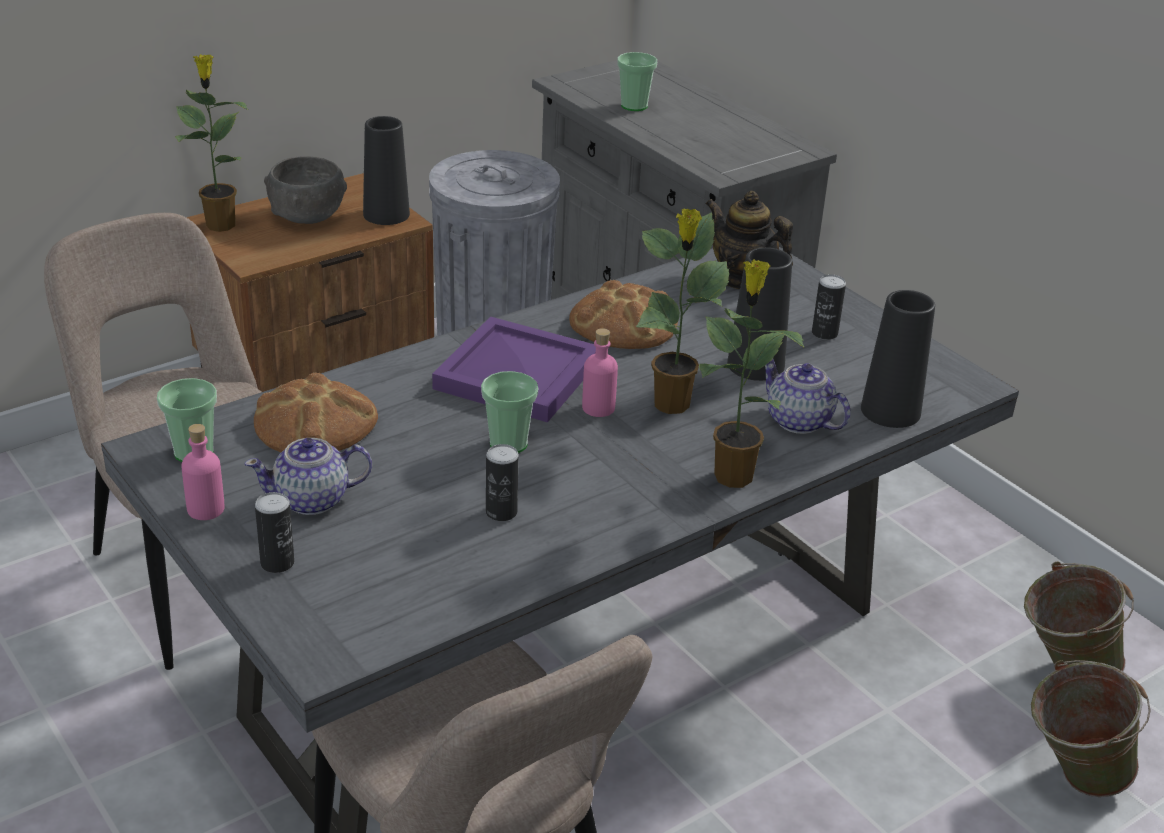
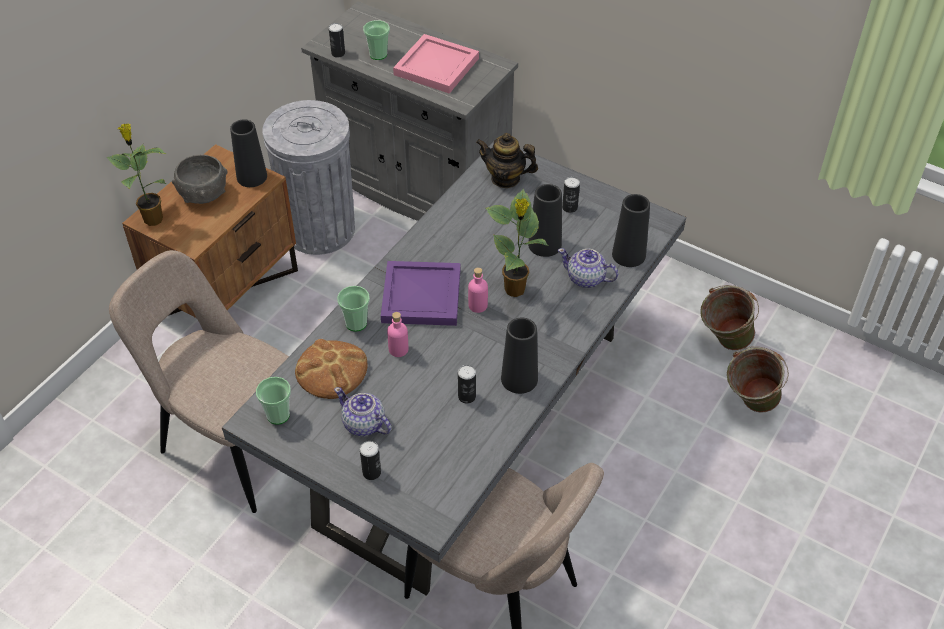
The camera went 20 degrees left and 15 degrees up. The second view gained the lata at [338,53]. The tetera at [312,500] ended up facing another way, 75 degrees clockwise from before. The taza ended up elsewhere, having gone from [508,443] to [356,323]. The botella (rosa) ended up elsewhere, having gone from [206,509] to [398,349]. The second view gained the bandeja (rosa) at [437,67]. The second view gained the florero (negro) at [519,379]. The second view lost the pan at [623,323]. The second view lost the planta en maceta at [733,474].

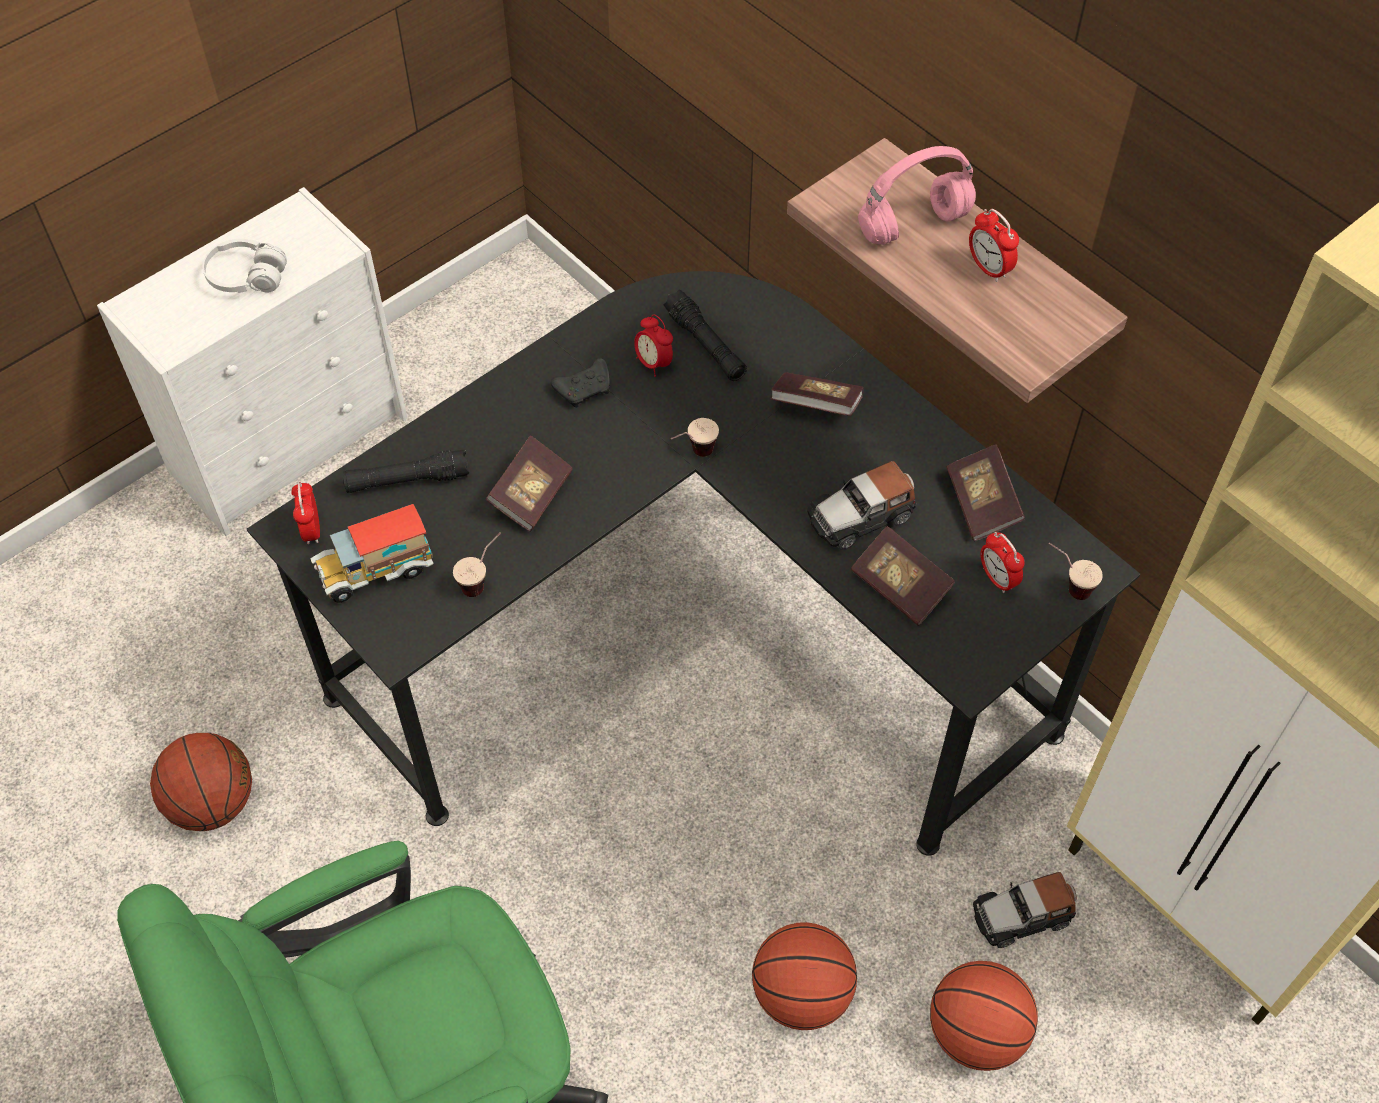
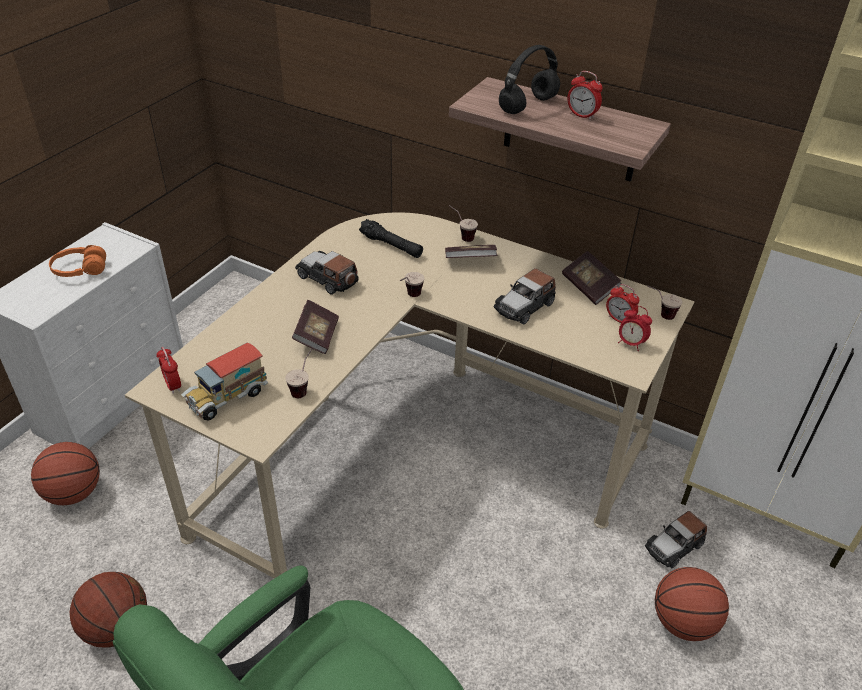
The camera went 20 degrees left and 15 degrees down. The balón de baloncesto ended up elsewhere, having gone from [801,993] to [74,493]. What was the auriculares (blanco) at [247,277] turned into the auriculares (naranja) at [80,270]. What was the escritorio (negro) at [694,644] turned into the escritorio (beis) at [413,449]. Where the mando de consola (negro) stood at [585,389], the coche de juguete came to stand at [328,278]. The second view gained the taza at [461,236]. What was the auriculares (rosa) at [915,224] turned into the auriculares (negro) at [528,105]. The despertador ended up elsewhere, having gone from [653,363] to [630,343]. The second view lost the linterna (negro) at [407,480]. The second view lost the libro at [900,586].

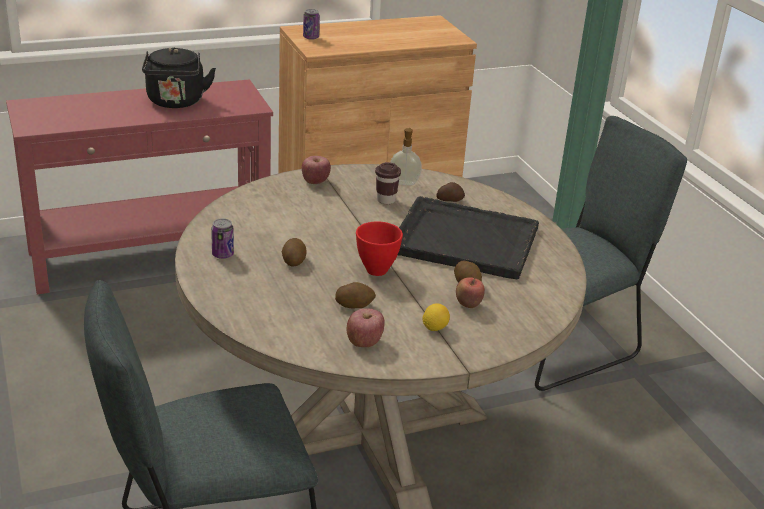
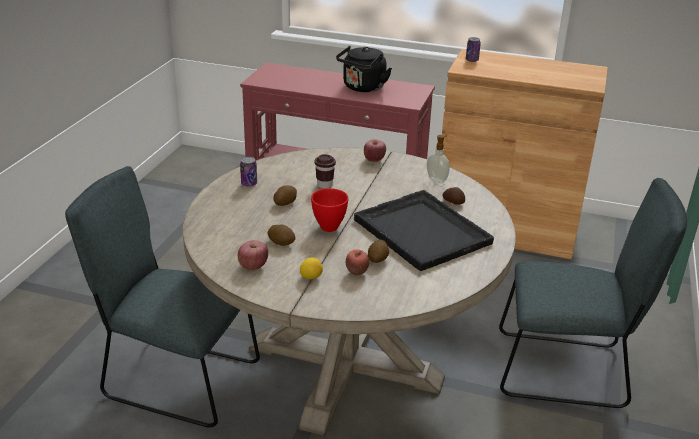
The camera went 40 degrees right and 0 degrees up. The taza (marrón) ended up elsewhere, having gone from [386,200] to [324,185].

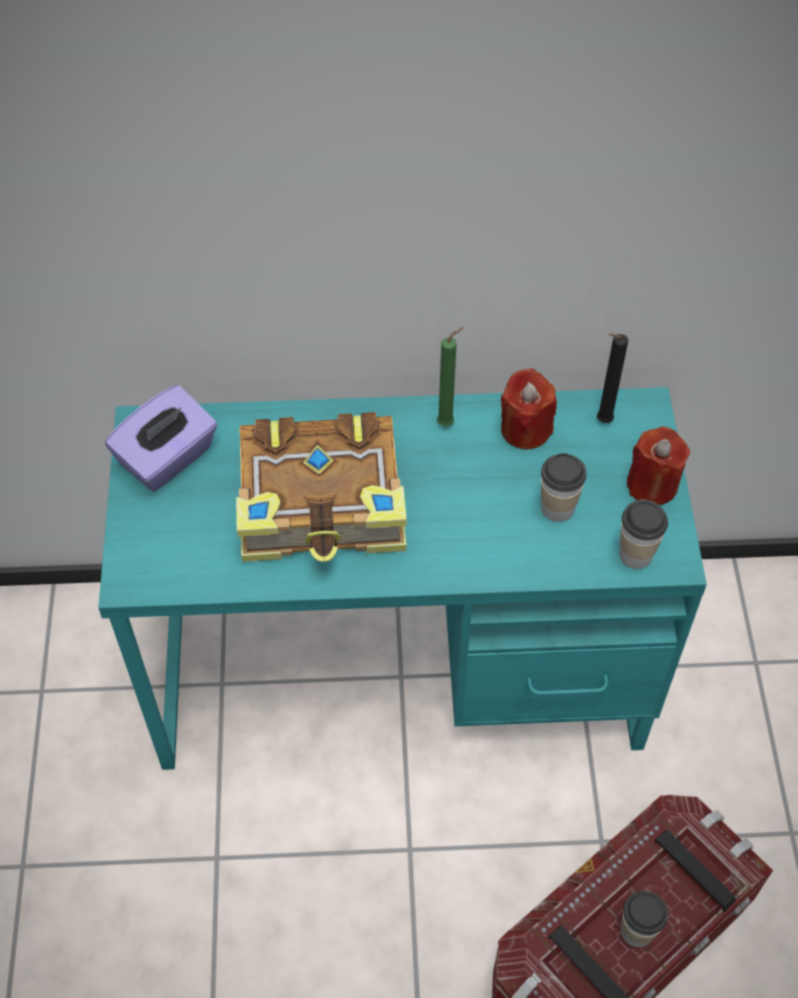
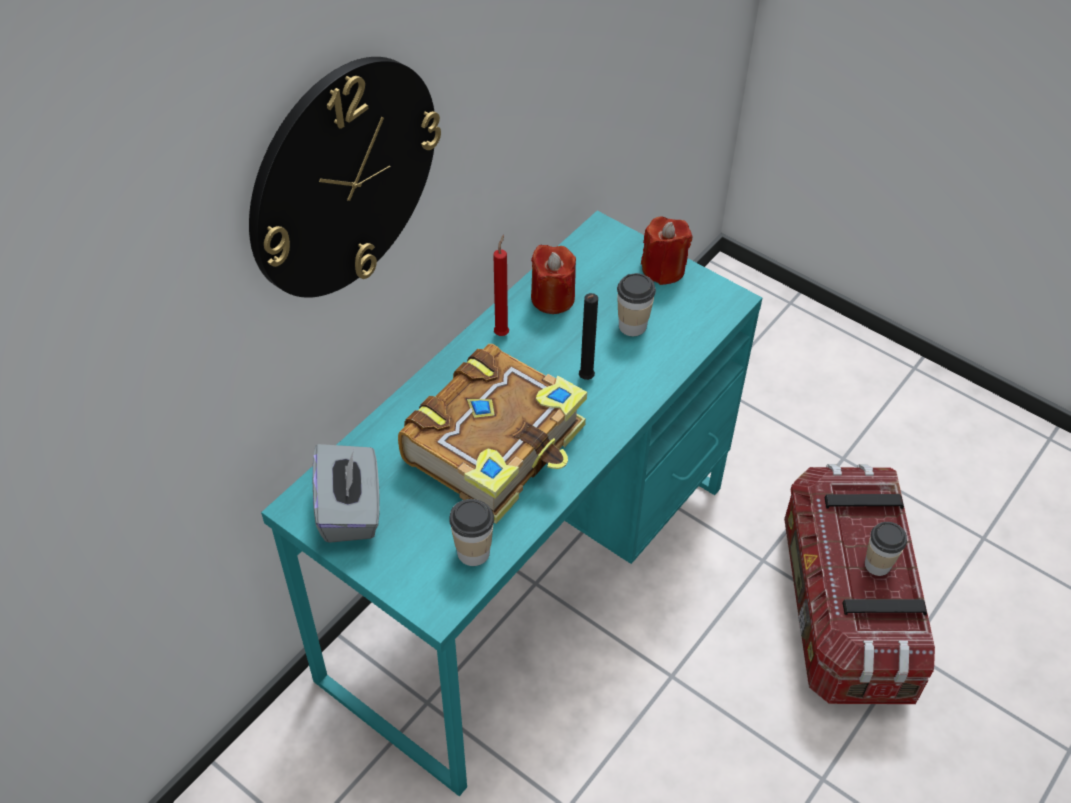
The camera went 50 degrees left and 5 degrees down. The second view gained the reloj de pared at [343,178]. What was the caja de pañuelos (morado) at [168,458] turned into the caja de pañuelos (gris) at [350,510]. The taza ended up elsewhere, having gone from [635,554] to [473,552]. What was the vela (verde) at [448,423] turned into the vela (rojo) at [502,333]. The vela (negro) ended up elsewhere, having gone from [601,421] to [585,380].

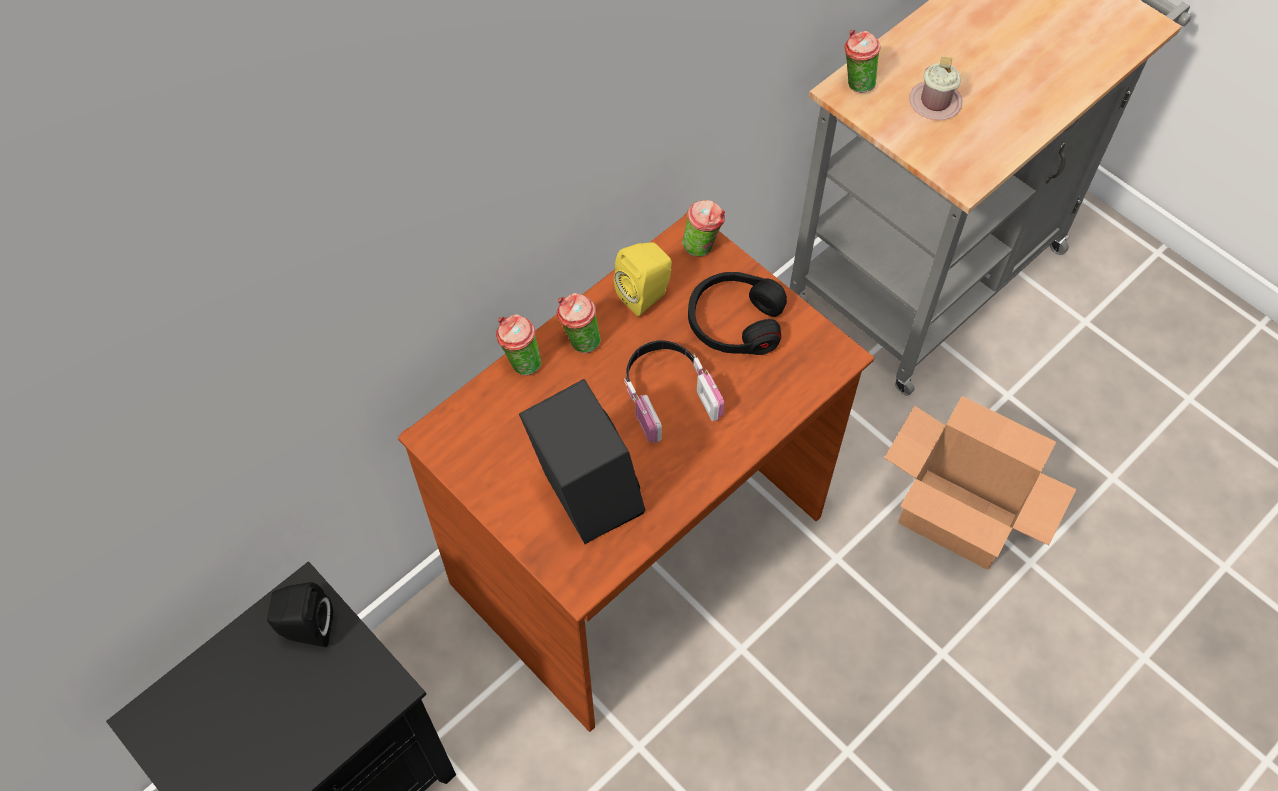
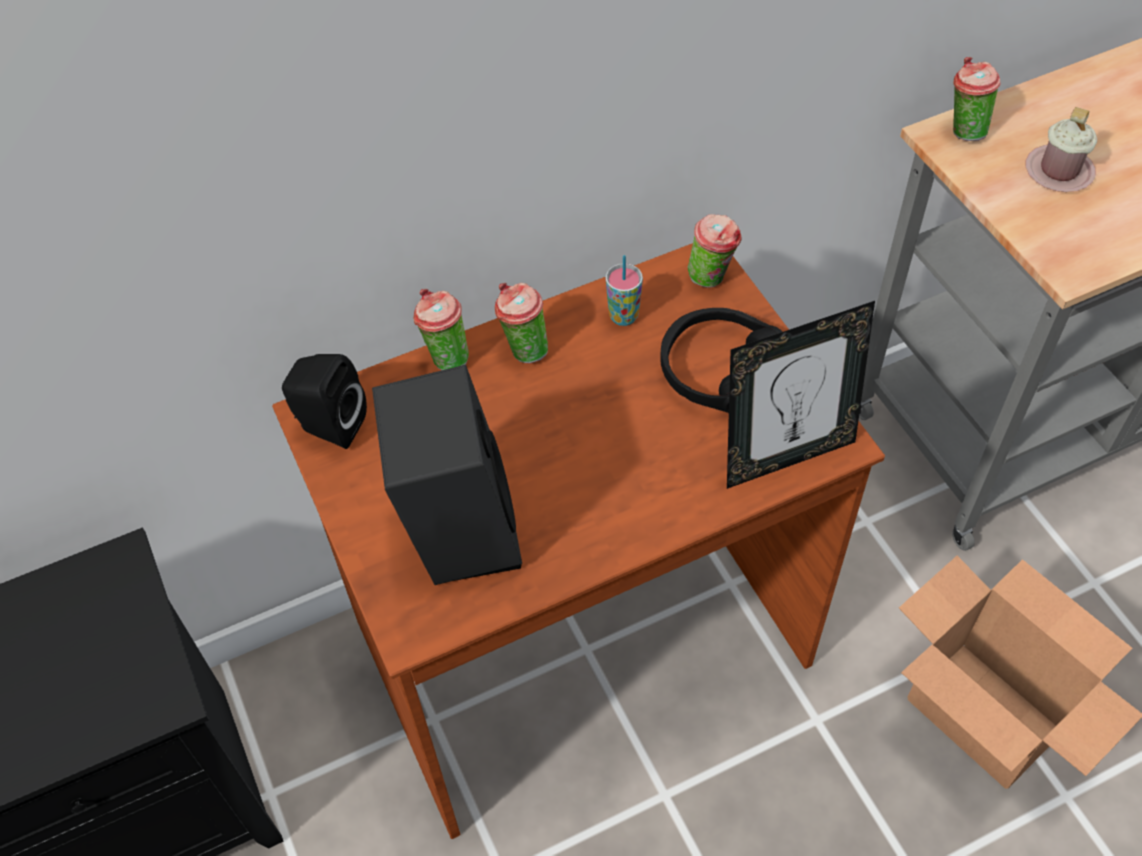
The camera went 20 degrees right and 5 degrees down. The altavoz (negro) ended up elsewhere, having gone from [305,629] to [328,426]. Where the altavoz (amarillo) stood at [646,295], the taza came to stand at [623,316]. The second view gained the portarretratos at [786,456]. The second view lost the auriculares at [667,394].

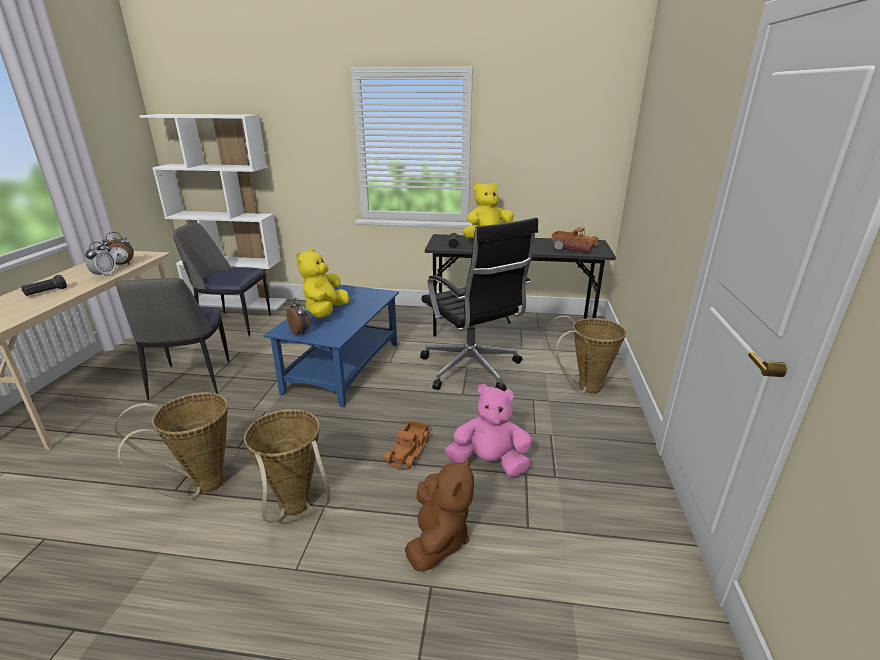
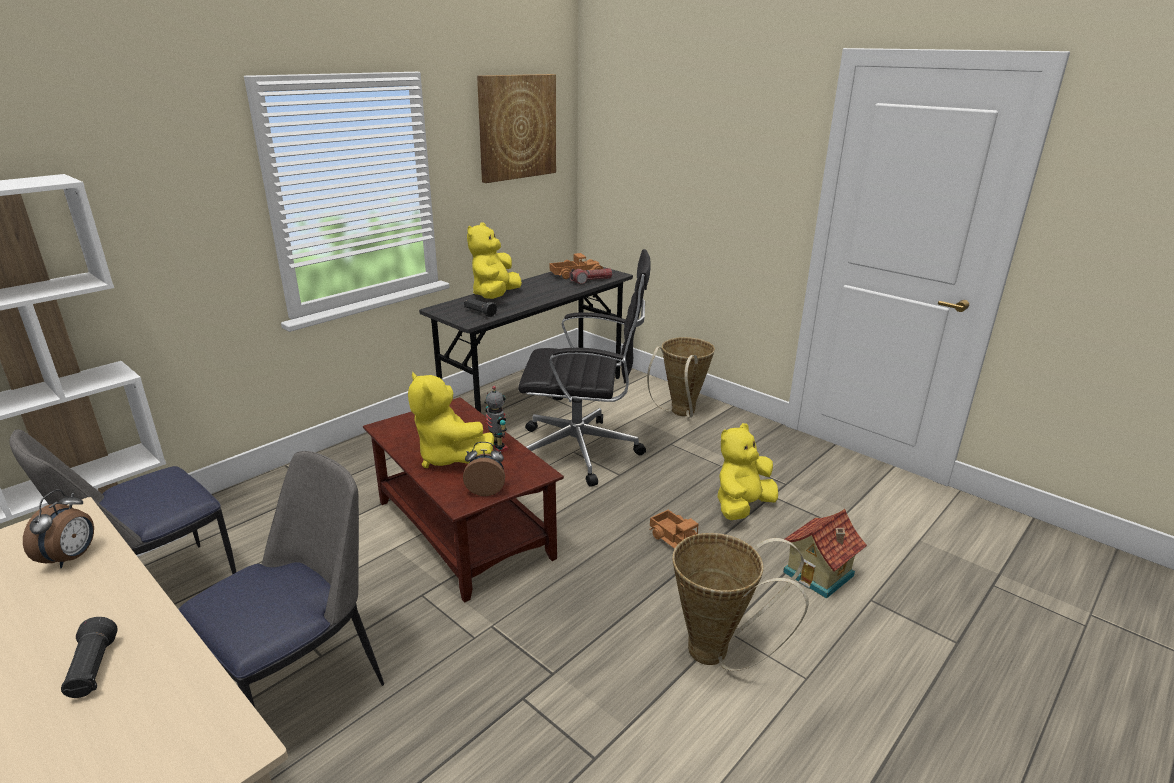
The camera went 55 degrees left and 0 degrees up. The silla at [191,381] ended up facing another way, 75 degrees counterclockwise from before. What was the mesa de centro (azul) at [343,367] turned into the mesa de centro (marrón) at [462,529]. The second view gained the cuadro at [517,127]. The second view gained the robot de juguete at [497,448]. What was the peluche (rosa) at [489,463] turned into the peluche (amarillo) at [742,507]. Where the peluche (marrón) stood at [438,539], the casita came to stand at [820,575]. The second view lost the despertador at [104,275]. The second view lost the cesta at [201,485].

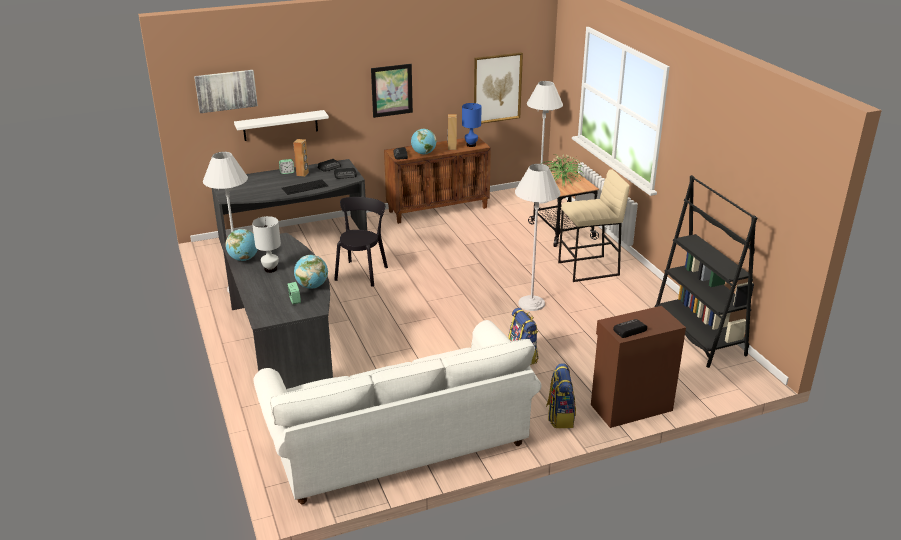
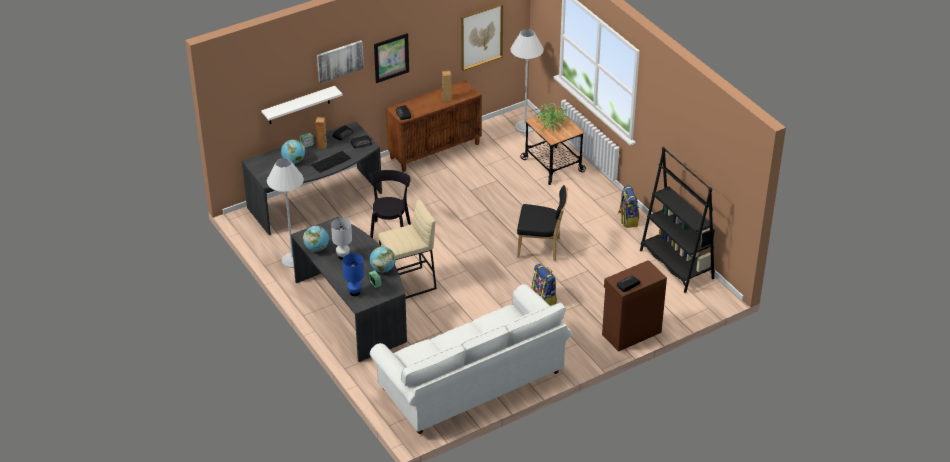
The camera went 10 degrees left and 10 degrees up. The globo terráqueo ended up elsewhere, having gone from [423,153] to [293,161]. The cuadro ended up elsewhere, having gone from [226,90] to [339,60]. The lámpara de mesa (azul) ended up elsewhere, having gone from [471,145] to [355,292]. The taburete (beis) ended up elsewhere, having gone from [588,269] to [408,284]. Where the lámpara de pie (blanco) stood at [531,303], the silla (negro) came to stand at [541,248]. The mochila ended up elsewhere, having gone from [560,416] to [627,220].

